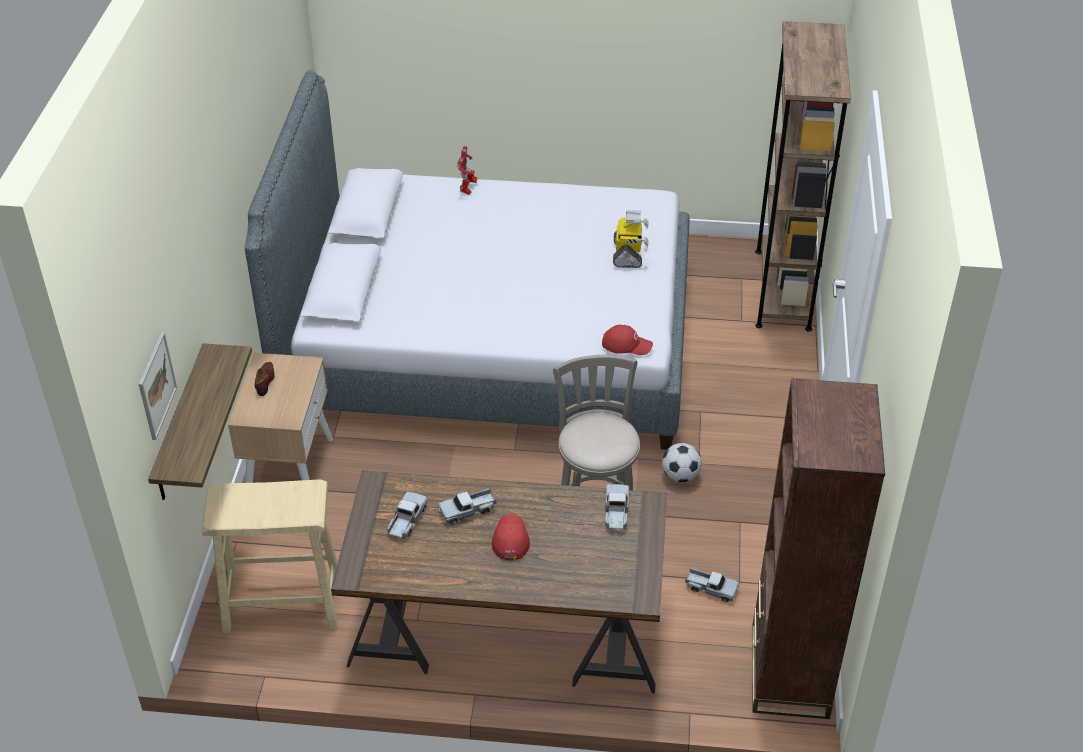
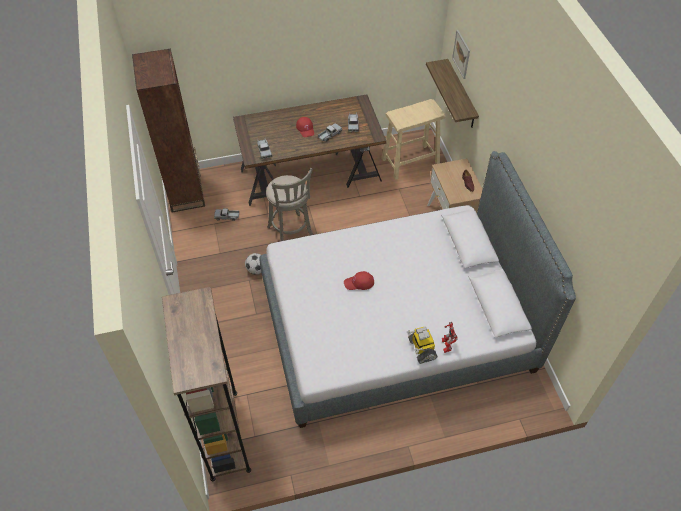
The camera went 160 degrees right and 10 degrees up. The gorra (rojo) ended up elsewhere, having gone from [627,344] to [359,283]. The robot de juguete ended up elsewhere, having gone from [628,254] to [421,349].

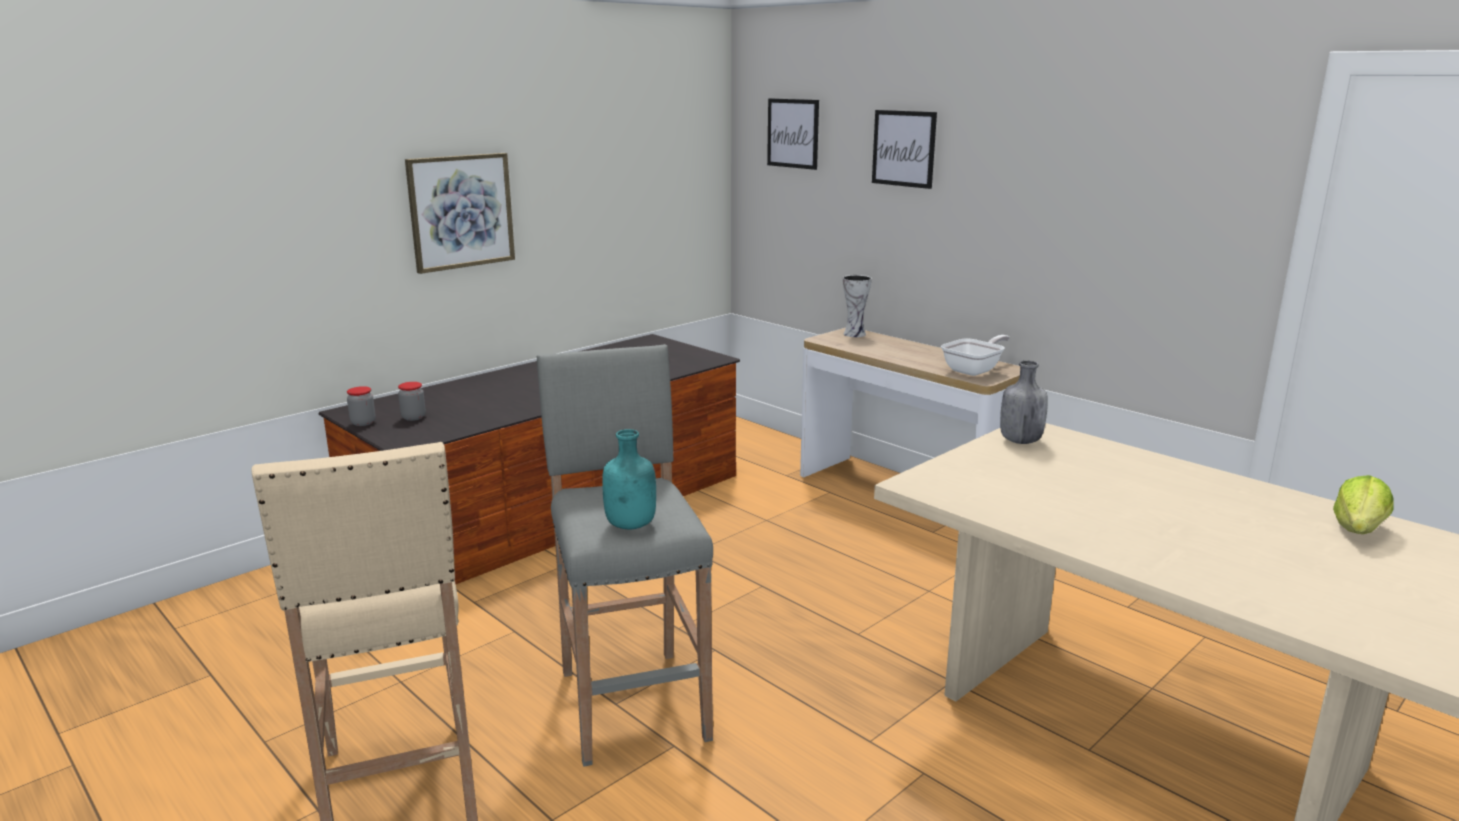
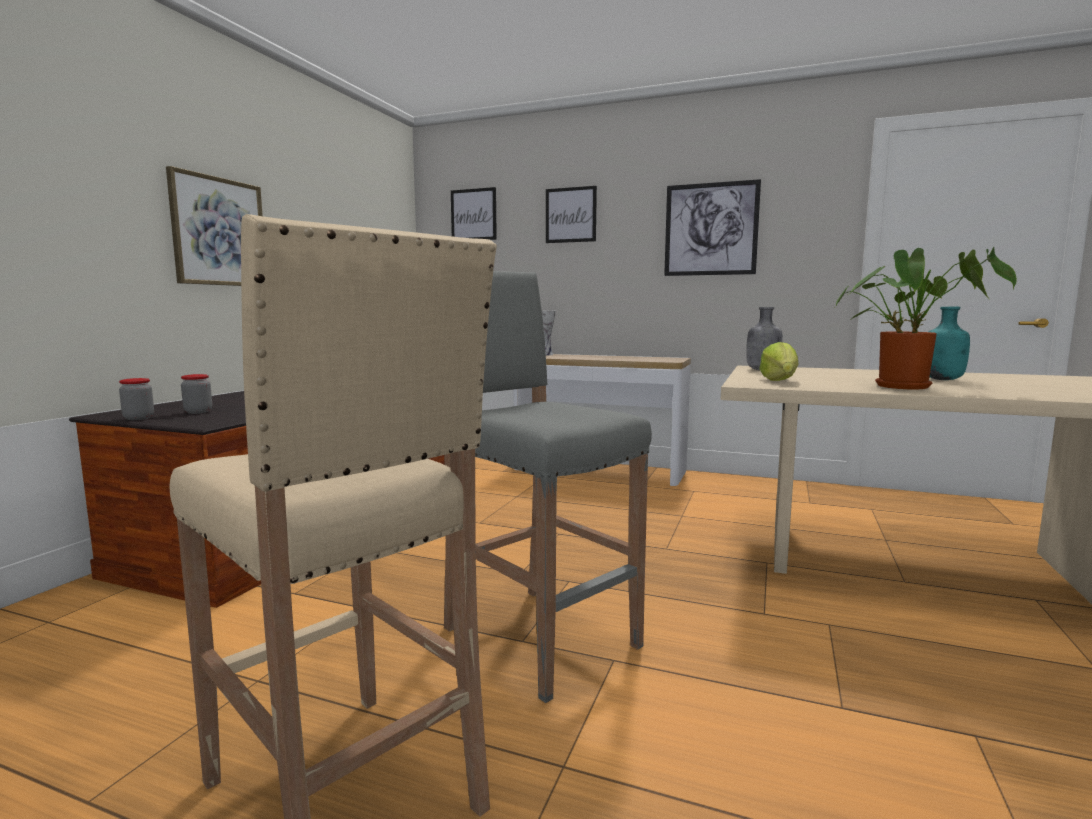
The camera went 25 degrees left and 10 degrees down. The second view gained the cuadro at [711,229]. The lechuga ended up elsewhere, having gone from [1358,530] to [779,381]. The second view gained the planta en maceta at [908,386]. The botella (turquesa) ended up elsewhere, having gone from [632,525] to [943,379]. The second view lost the sartén at [975,370].

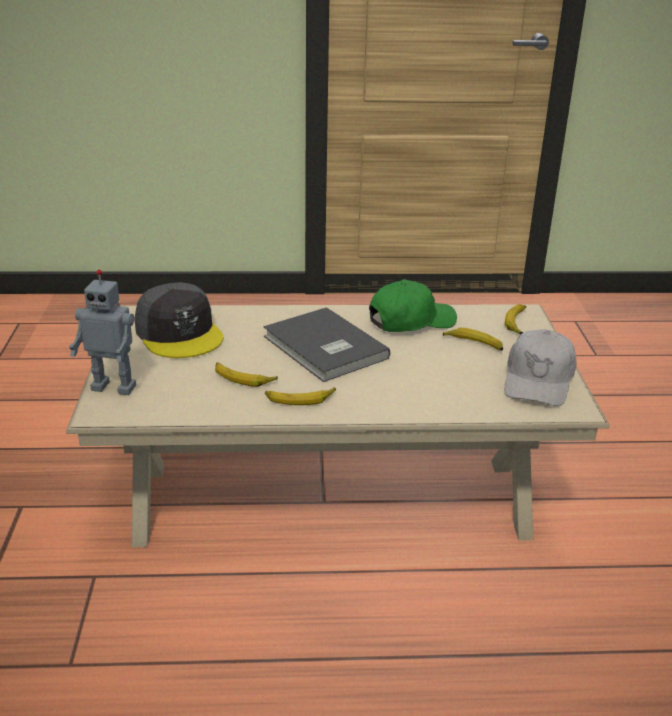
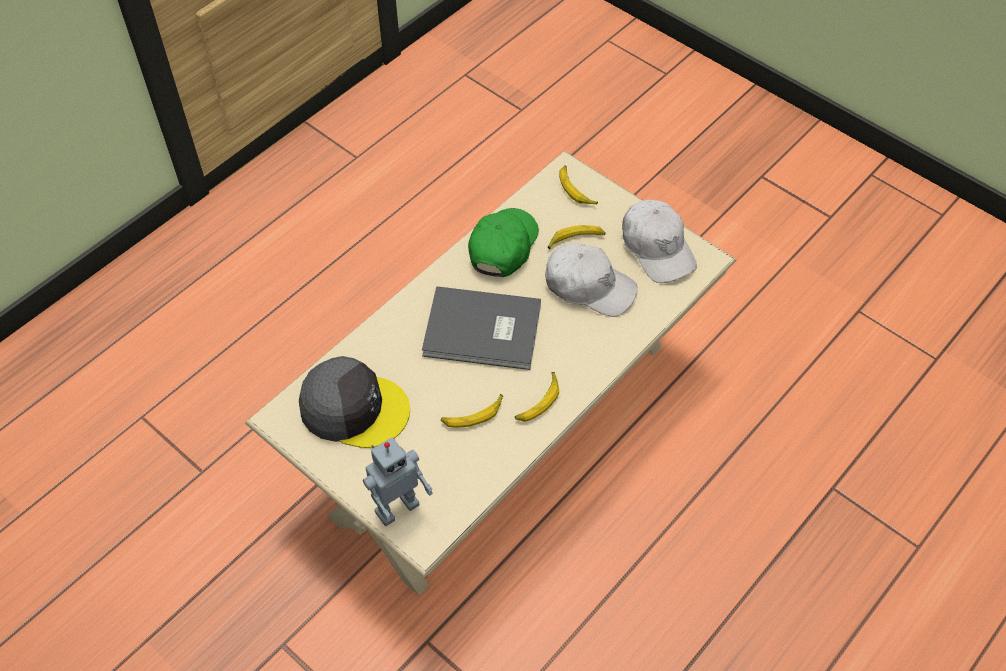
The camera went 45 degrees left and 25 degrees up. The second view gained the gorra (blanco) at [589,286].

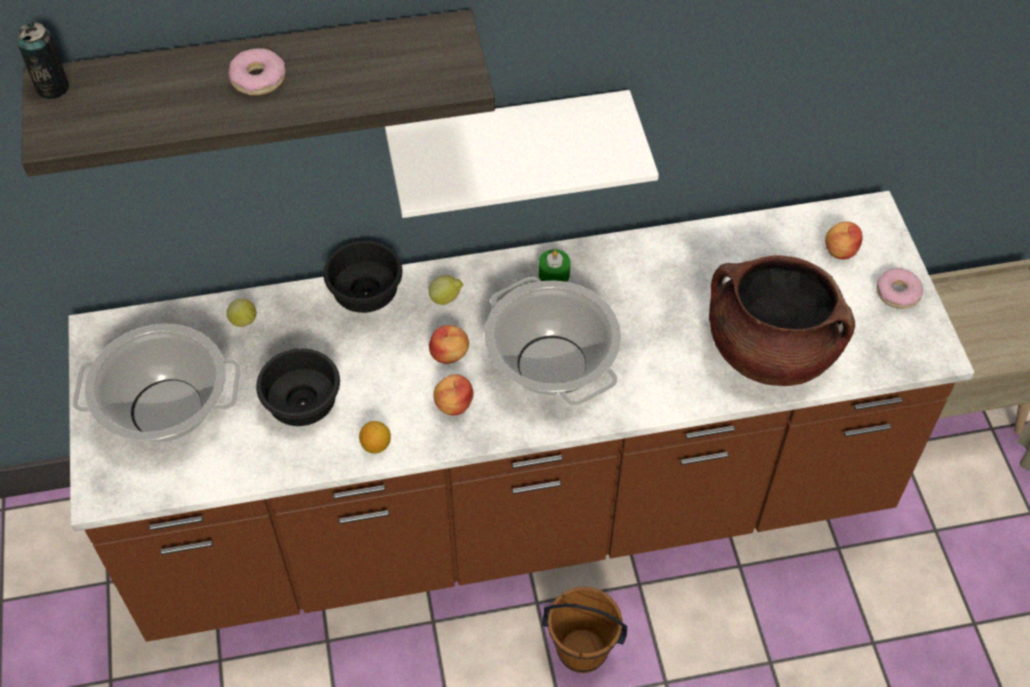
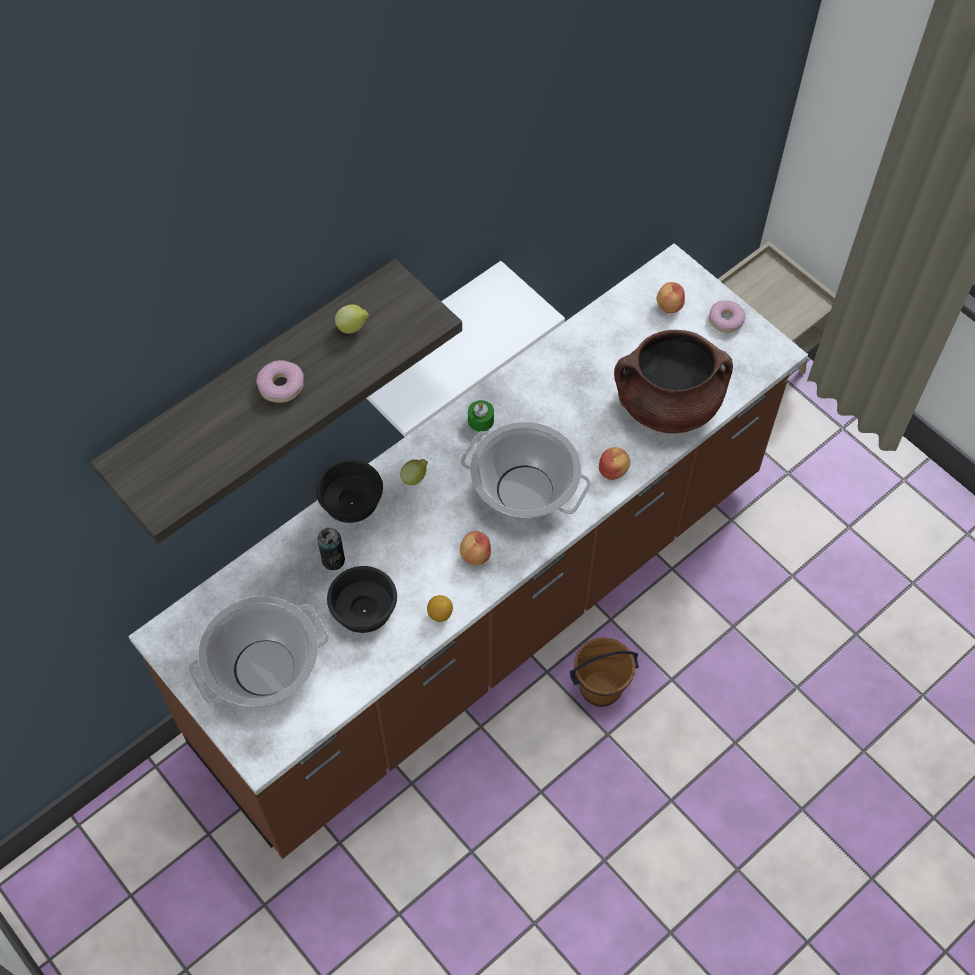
The camera went 30 degrees left and 5 degrees up. The lata ended up elsewhere, having gone from [52,88] to [333,560]. The limón ended up elsewhere, having gone from [245,322] to [353,328]. The manzana ended up elsewhere, having gone from [449,355] to [613,471].

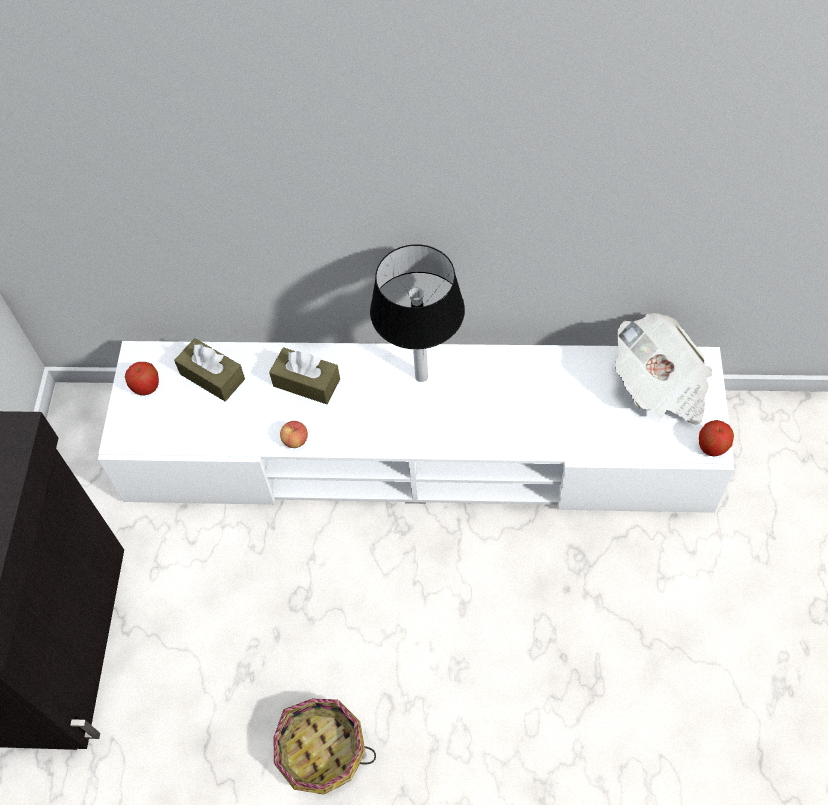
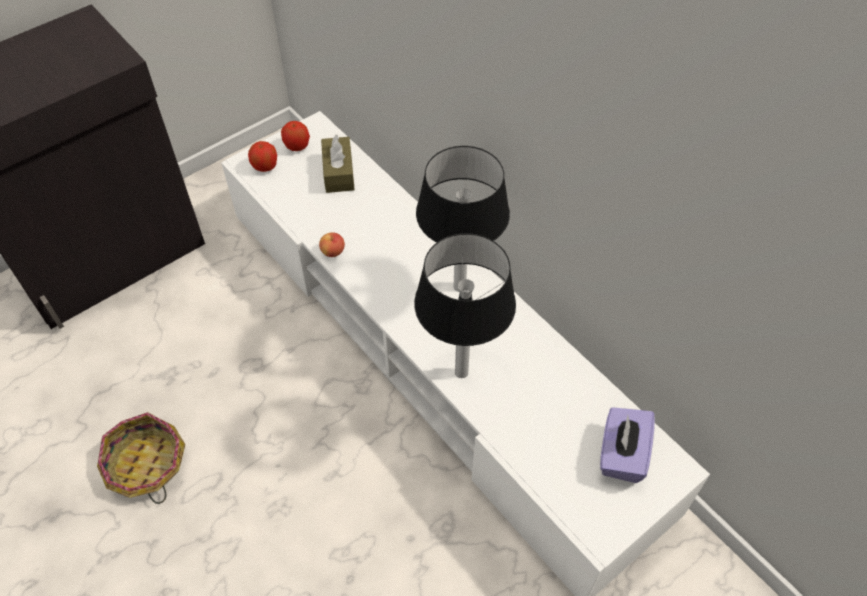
The camera went 45 degrees right and 5 degrees down. The manzana ended up elsewhere, having gone from [712,446] to [265,167]. The second view gained the lámpara de mesa at [461,373]. Where the periódico stood at [660,386], the caja de pañuelos (morado) came to stand at [621,454]. The second view lost the caja de pañuelos (marrón) at [306,382].

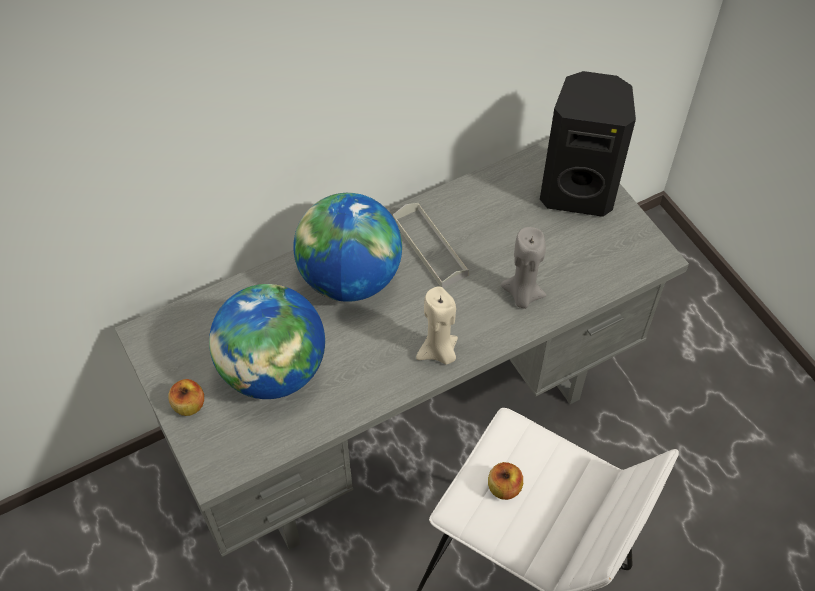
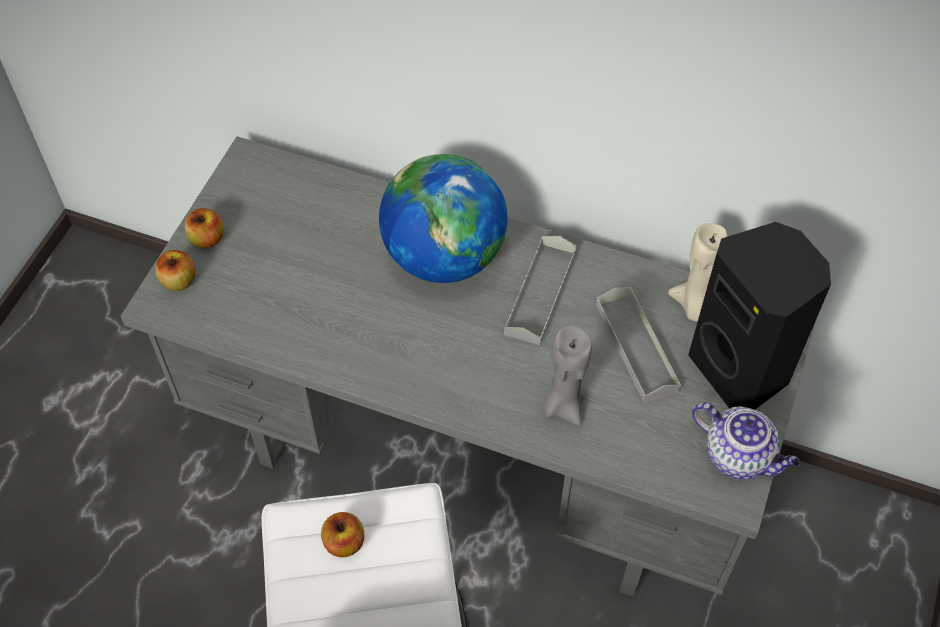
The camera went 50 degrees right and 0 degrees up. The second view gained the manzana at [178,281]. The second view gained the bandeja (gris) at [636,347]. The vela (beis) ended up elsewhere, having gone from [438,352] to [694,306]. The second view gained the tetera at [739,456]. The second view lost the globo terráqueo at [273,370].

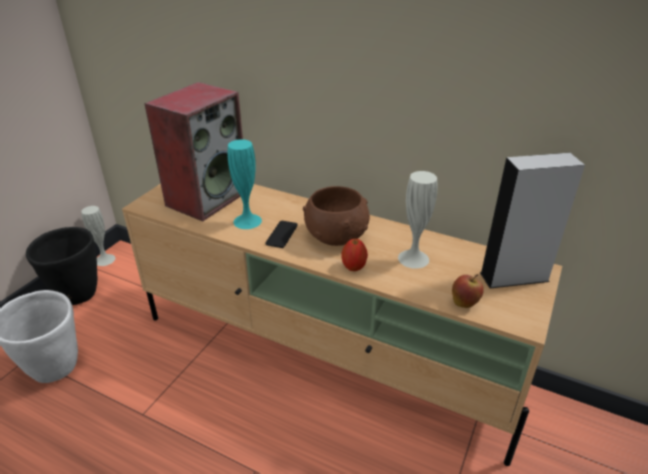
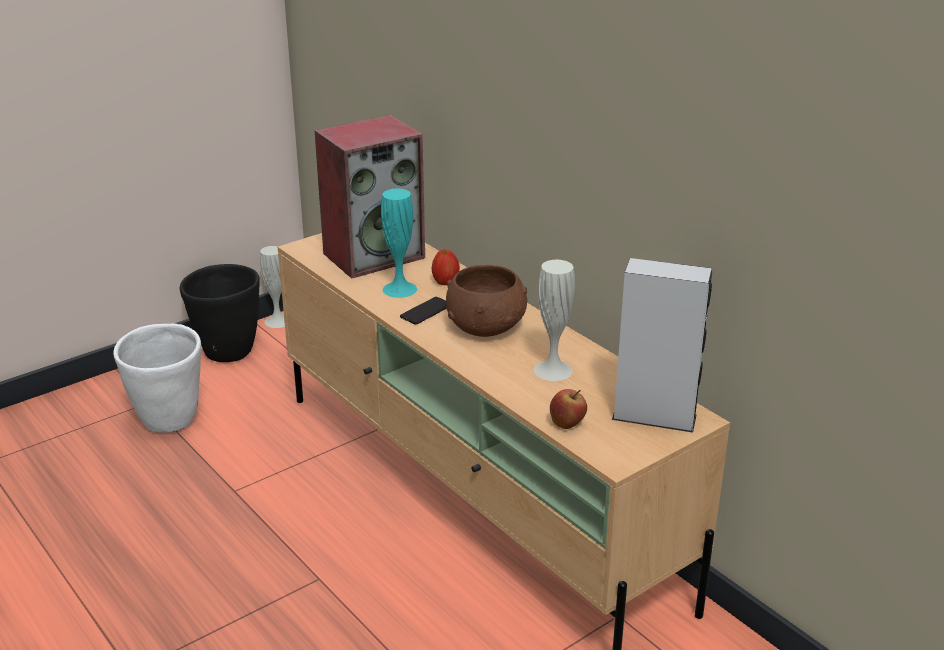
The camera went 25 degrees right and 5 degrees down. The manzana ended up elsewhere, having gone from [354,266] to [445,282].

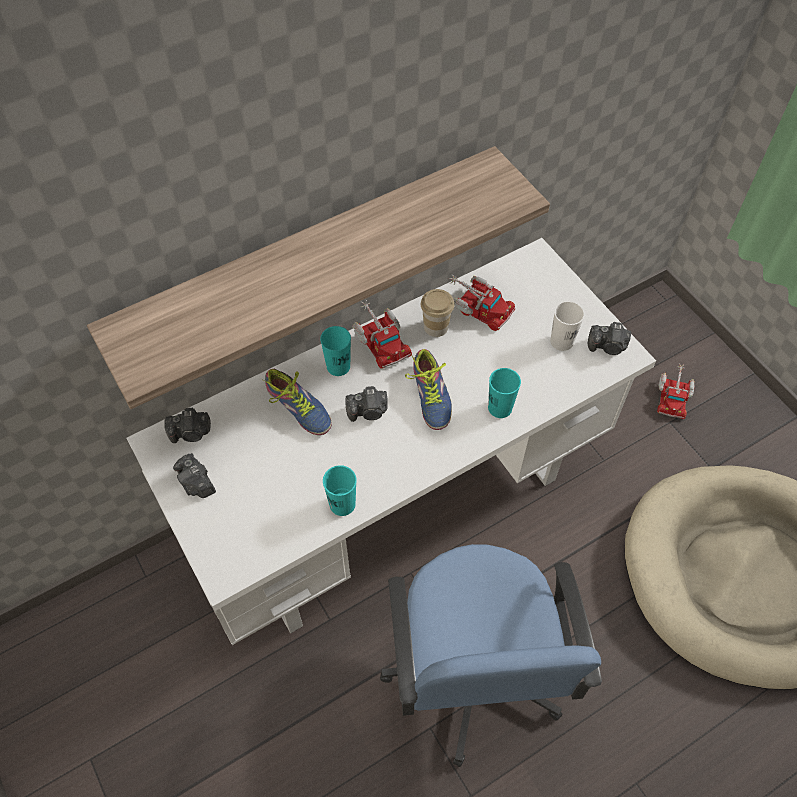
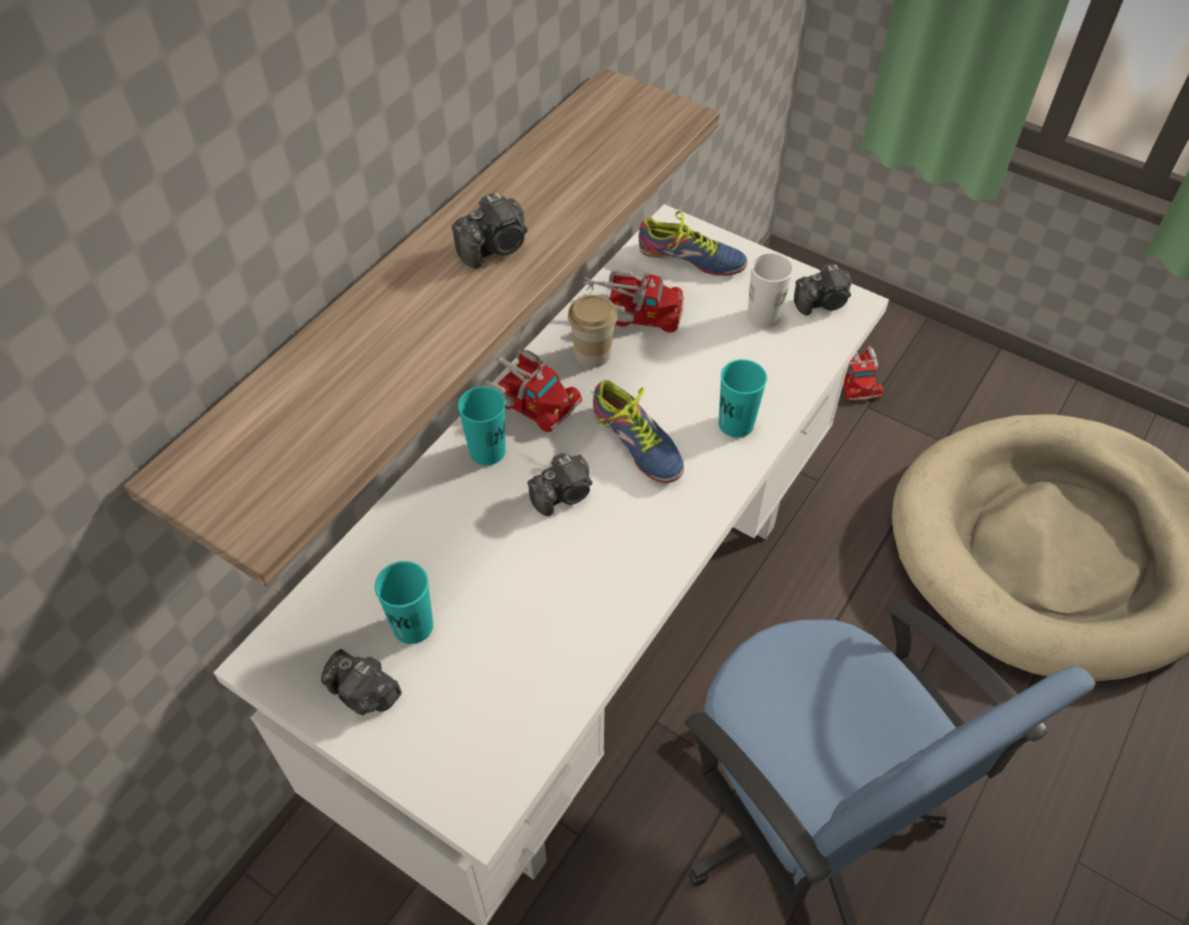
The camera went 25 degrees left and 5 degrees down. The taza (turquesa) ended up elsewhere, having gone from [342,504] to [413,626]. The cámara ended up elsewhere, having gone from [191,433] to [495,247]. The zapato ended up elsewhere, having gone from [297,410] to [690,261].

